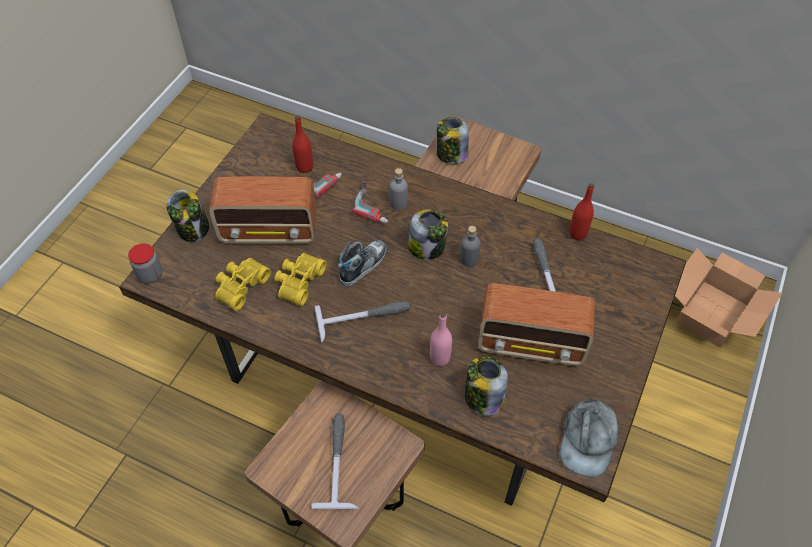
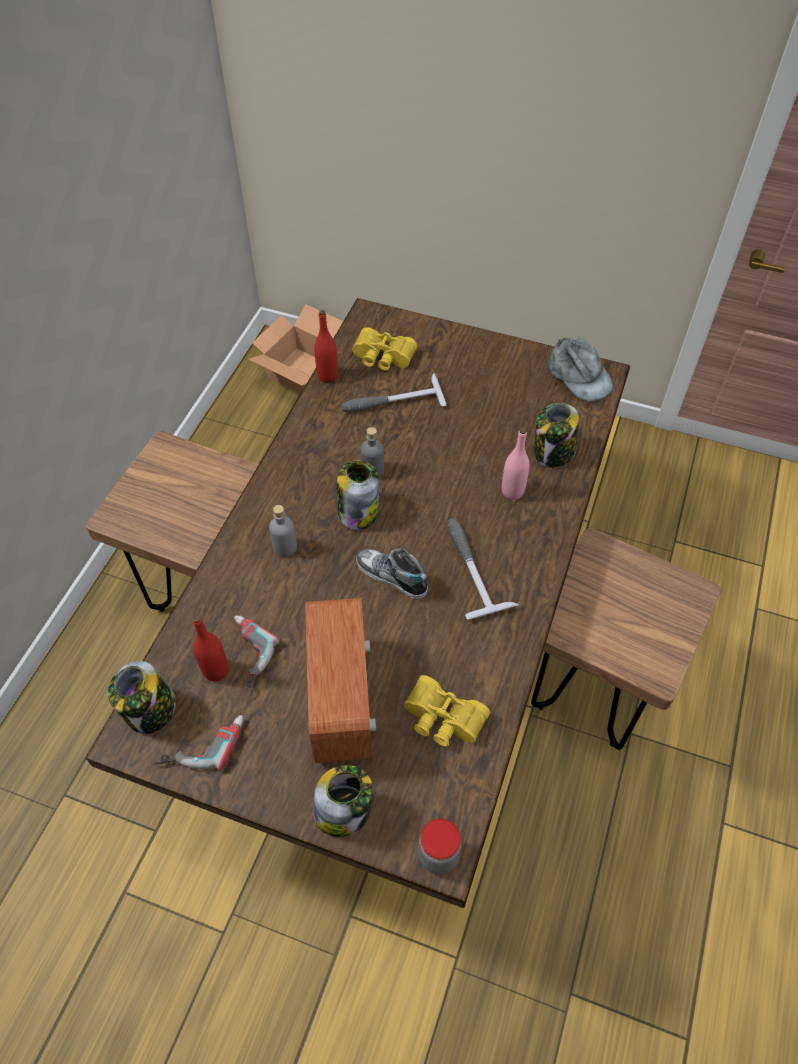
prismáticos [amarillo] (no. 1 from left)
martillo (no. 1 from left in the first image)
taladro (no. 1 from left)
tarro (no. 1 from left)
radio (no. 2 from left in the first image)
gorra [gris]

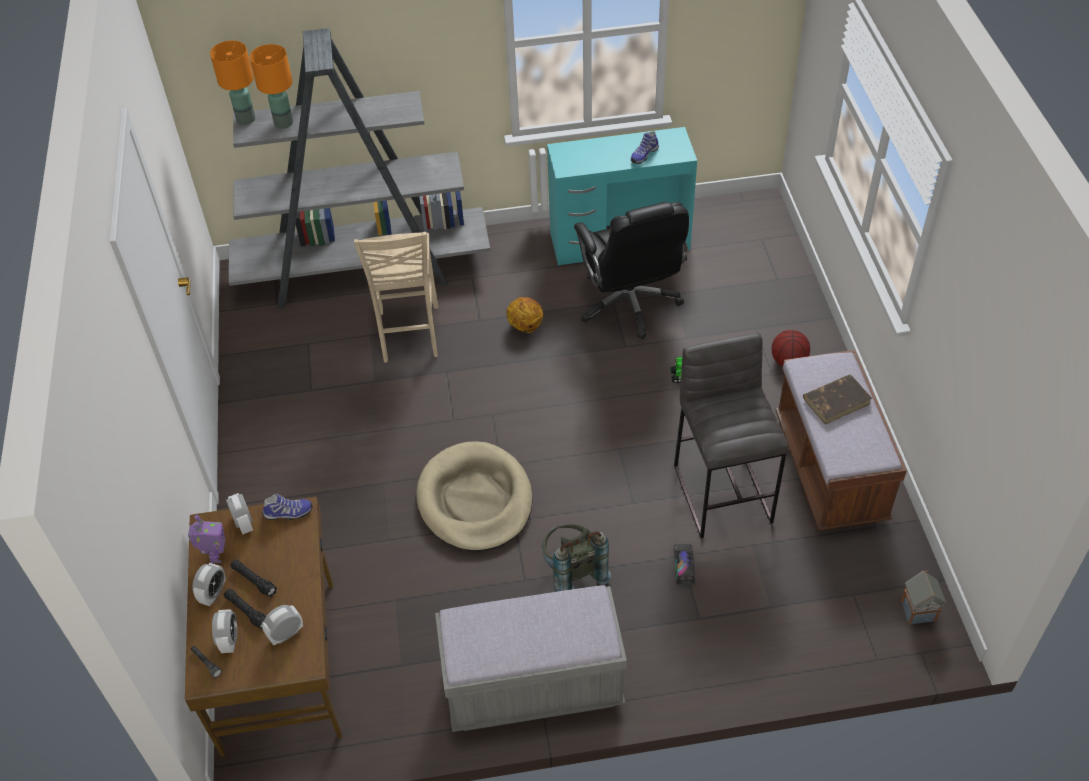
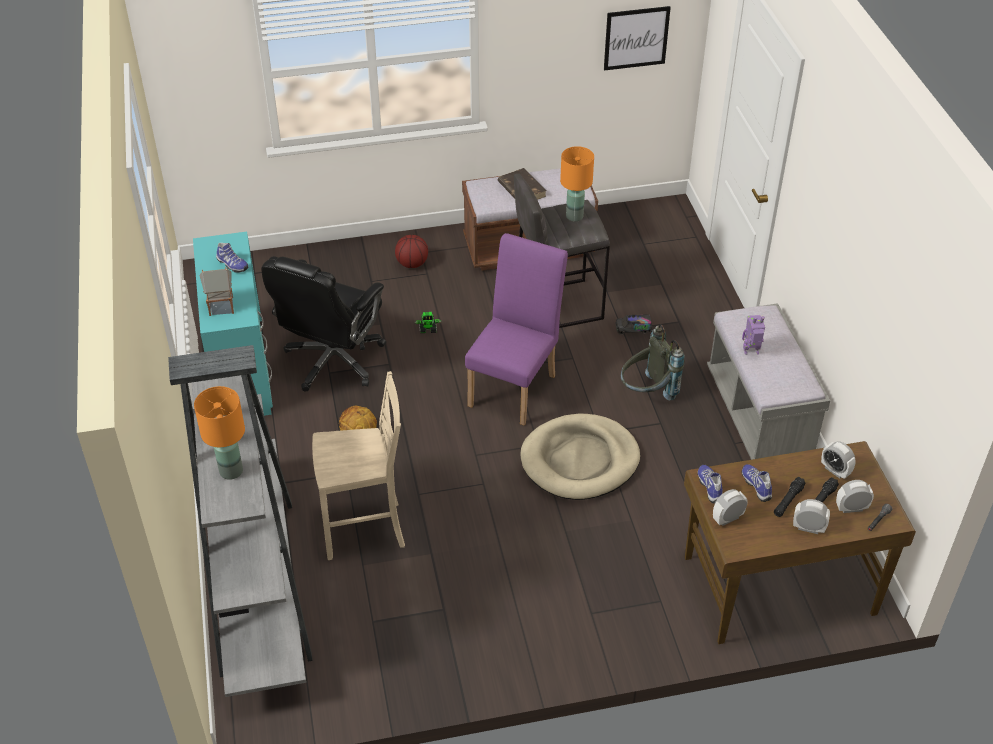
robot de juguete (no. 2 from left)
lámpara de mesa [naranja] (no. 2 from left)
silla de oficina [negro]
casita
silla [morado]
cuadro
zapato (no. 3 from left)

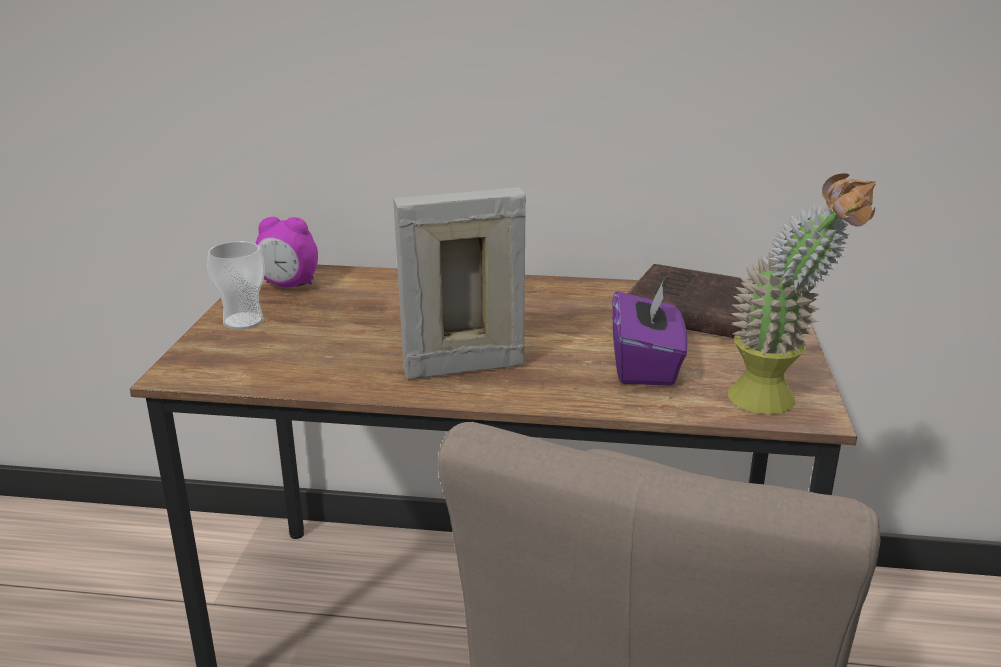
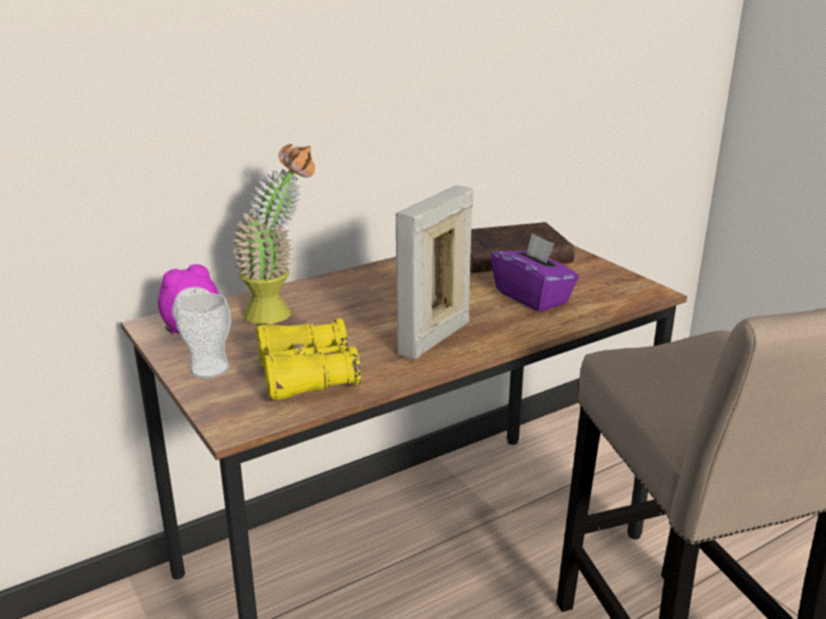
planta en maceta
prismáticos [amarillo]

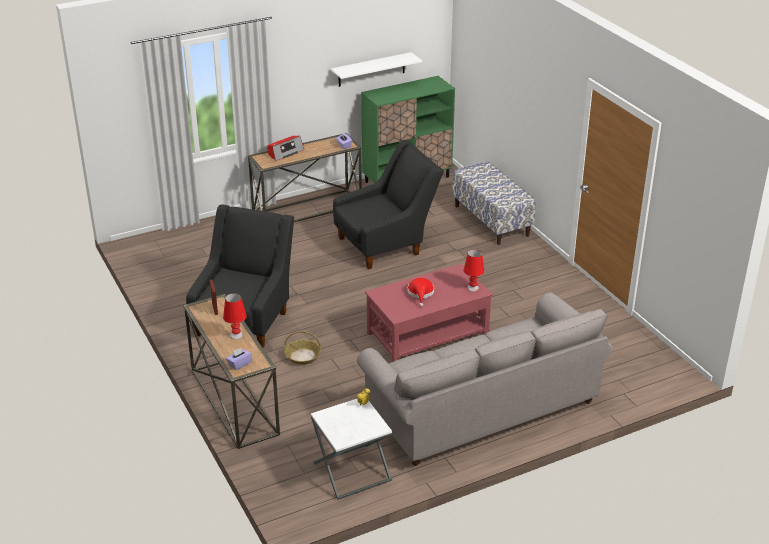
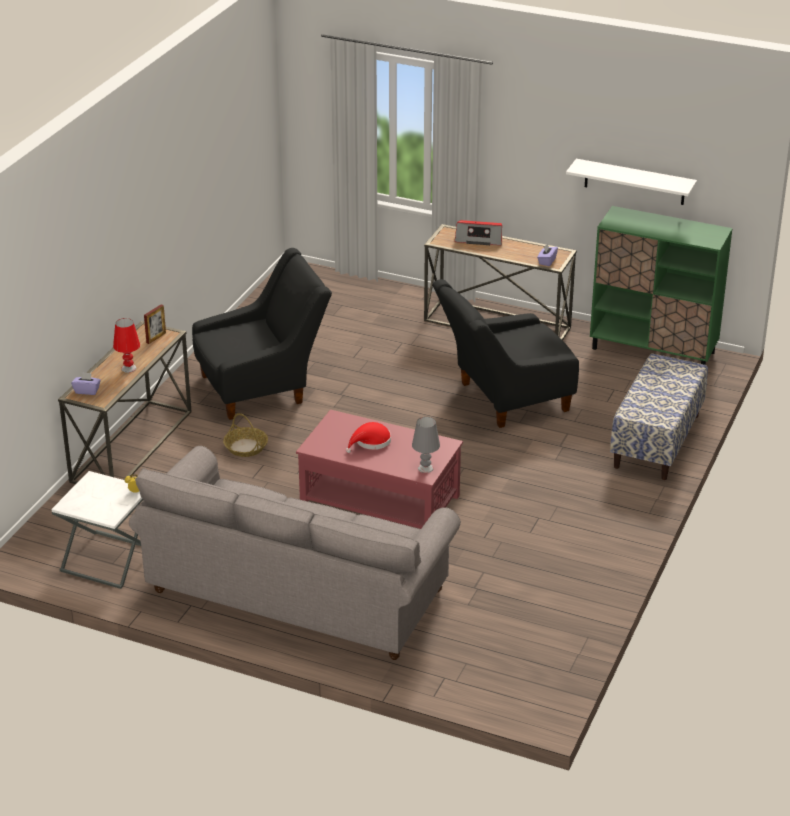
sillón [negro] (no. 2 from left)
lámpara de mesa [gris]

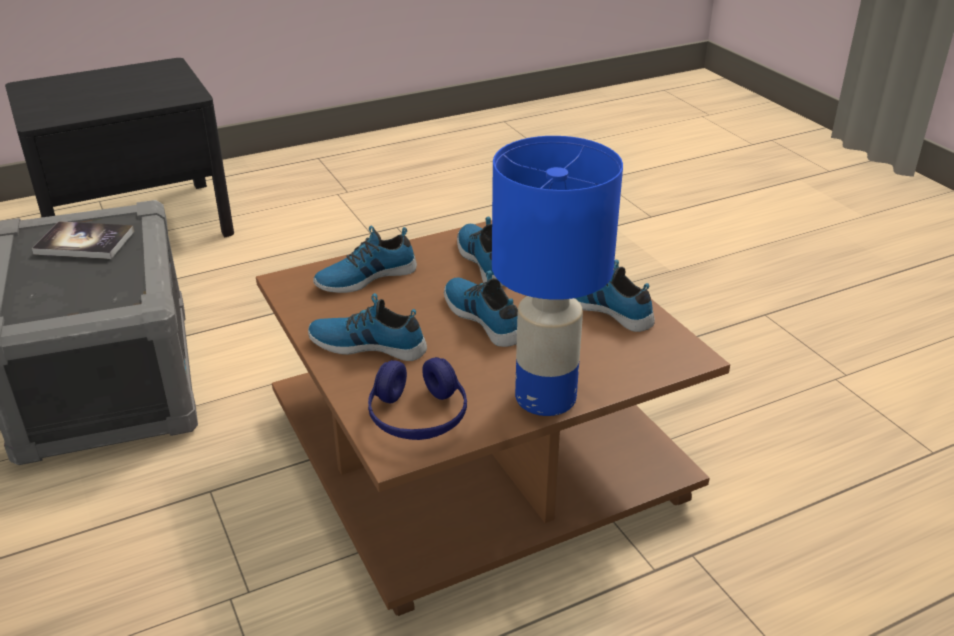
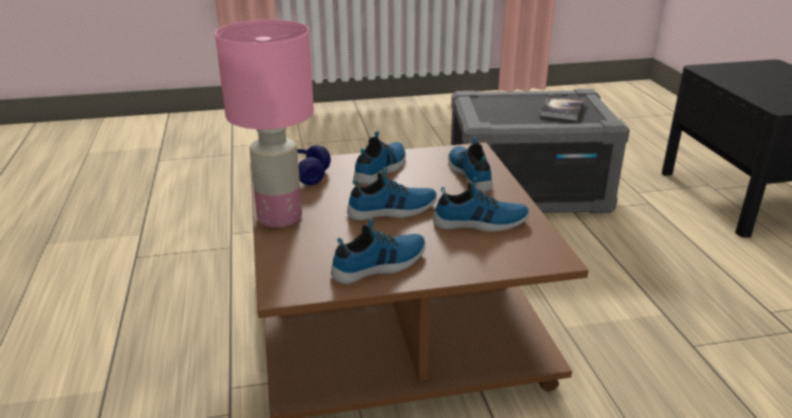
lámpara de mesa [rosa]

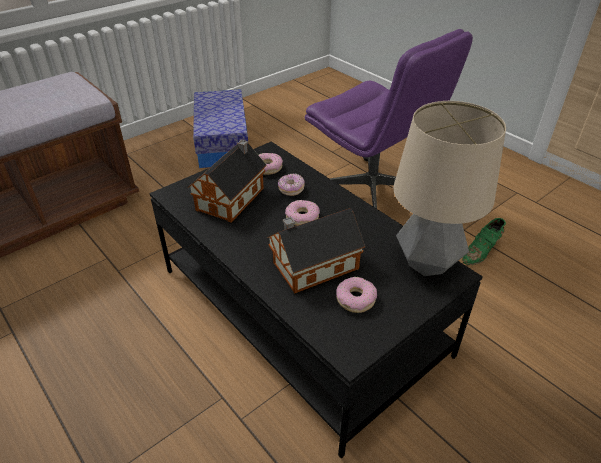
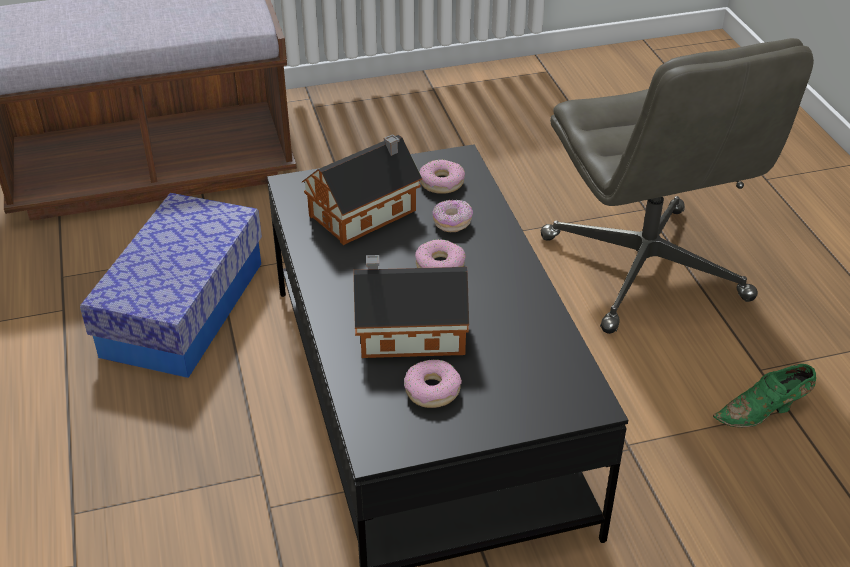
caja de almacenaje
silla de oficina [gris]
lámpara de mesa

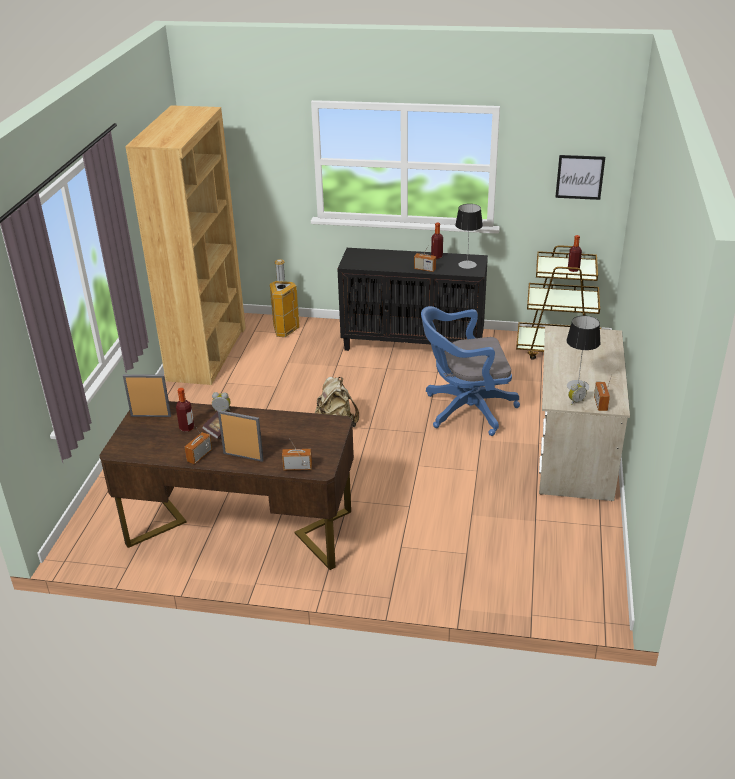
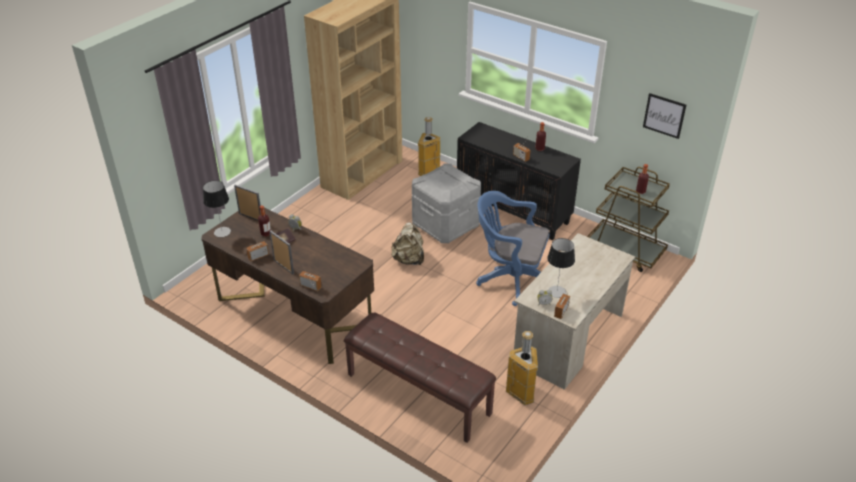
lámpara de mesa (no. 1 from left)
banco [marrón]
caja de almacenaje [gris]
papelera (no. 2 from left)

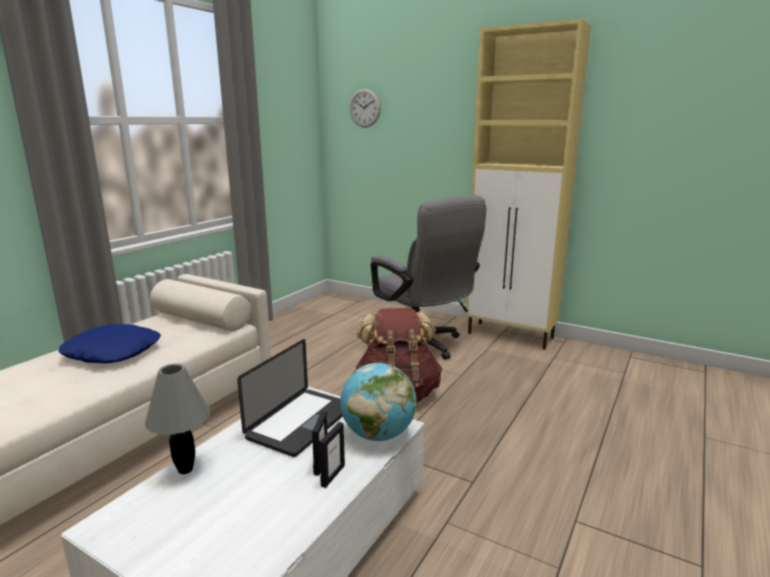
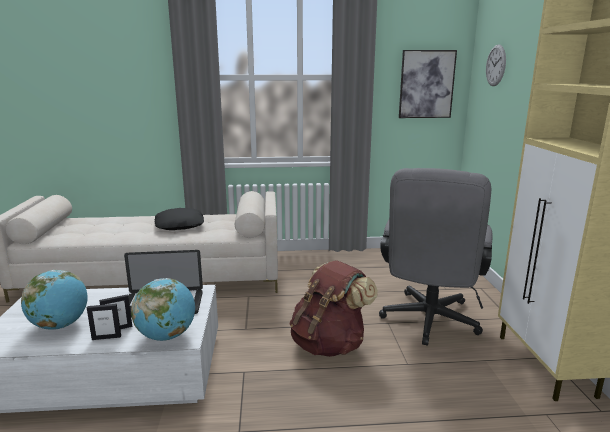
cojín [negro]
lámpara de mesa [gris]
globo terráqueo (no. 1 from left)
cuadro

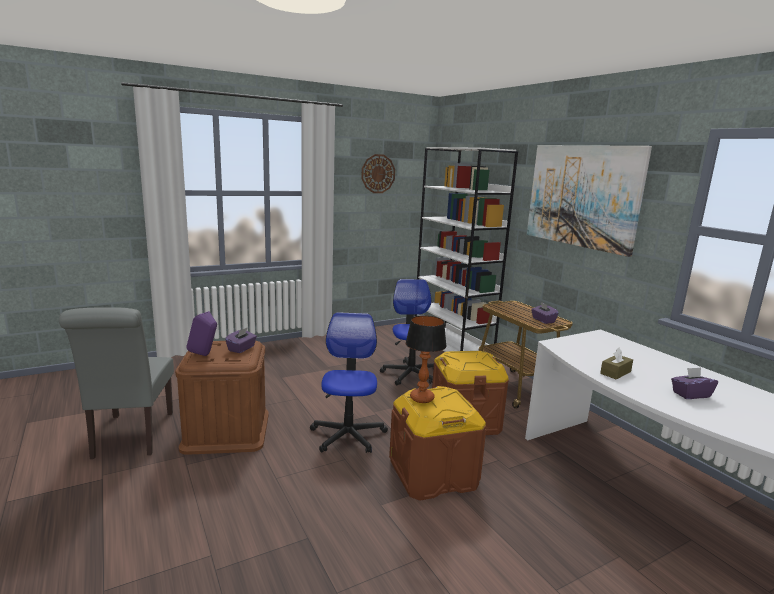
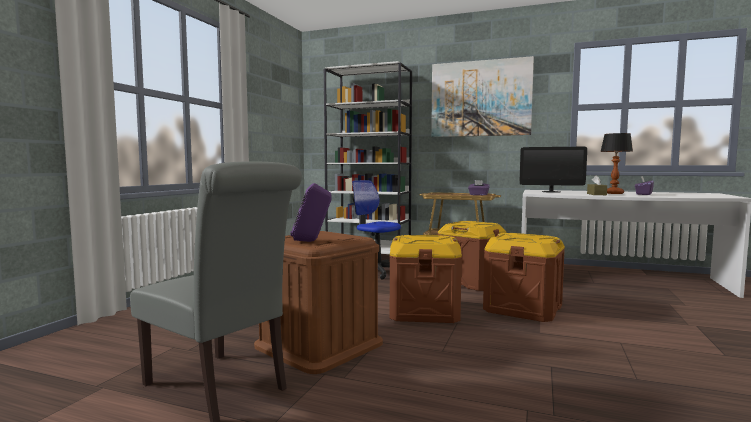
caja de pañuelos [morado] (no. 1 from left in the first image)
caja de almacenaje [marrón] (no. 2 from left)
reloj de pared
lámpara de mesa
monitor

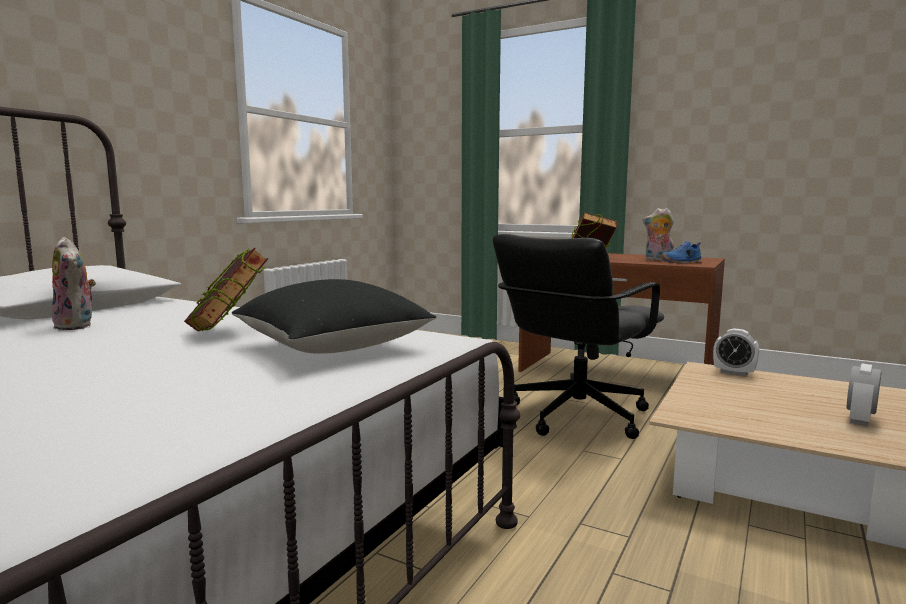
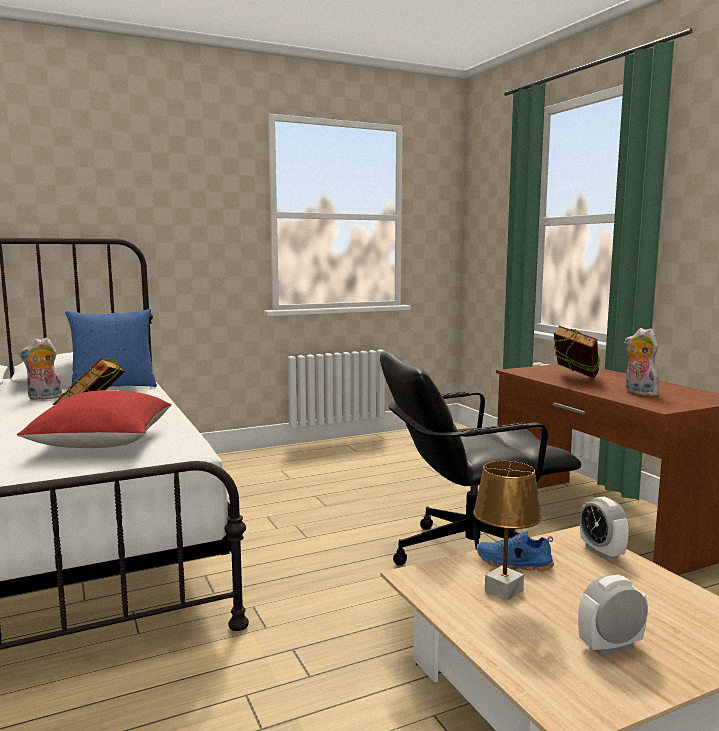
peluche (no. 1 from left)
cojín [rojo]
zapato [azul]
cojín [azul]
lámpara de mesa [marrón]

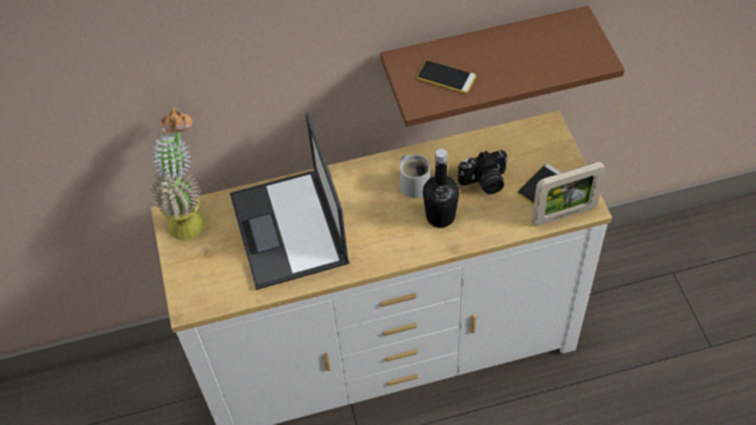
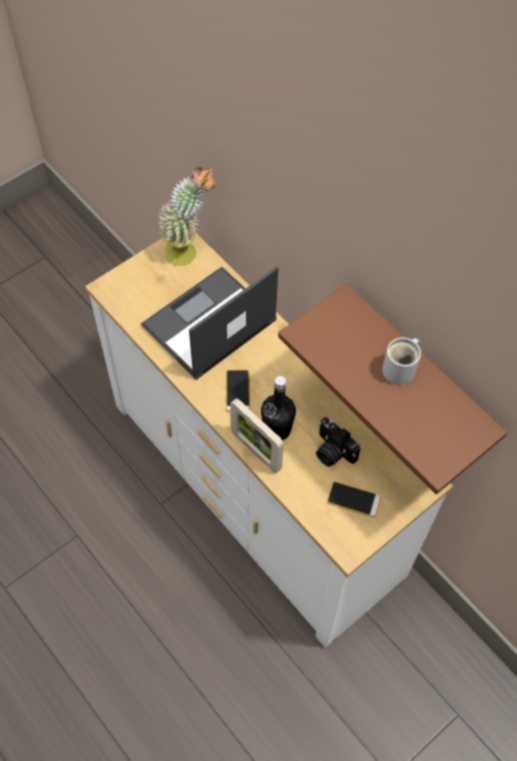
taza grande [blanco]
móvil (no. 1 from left)
portarretratos

